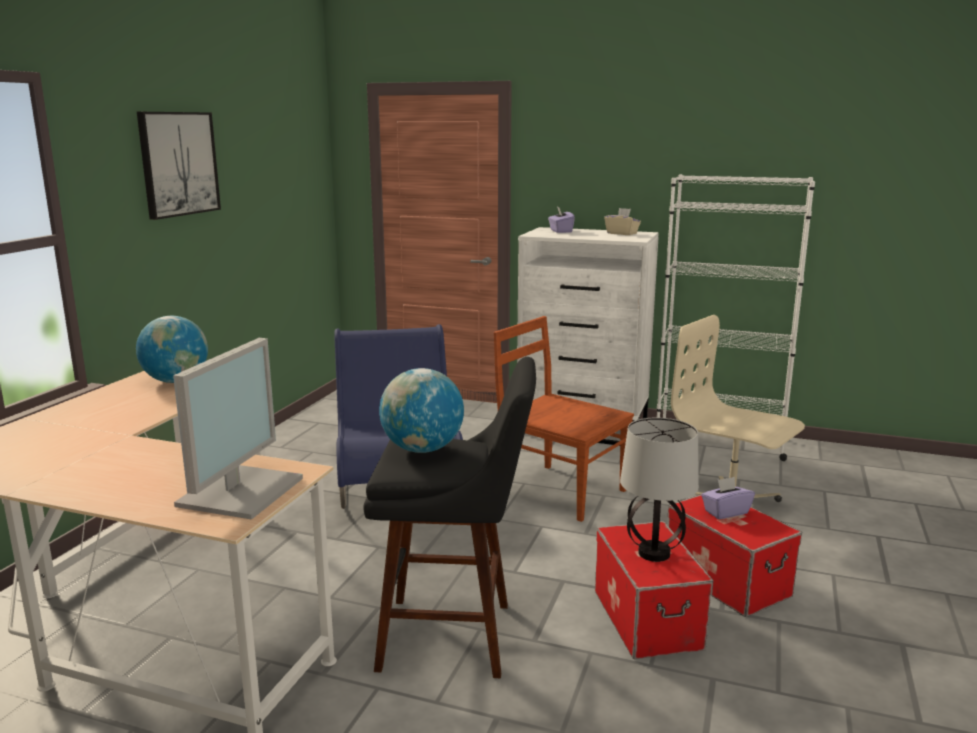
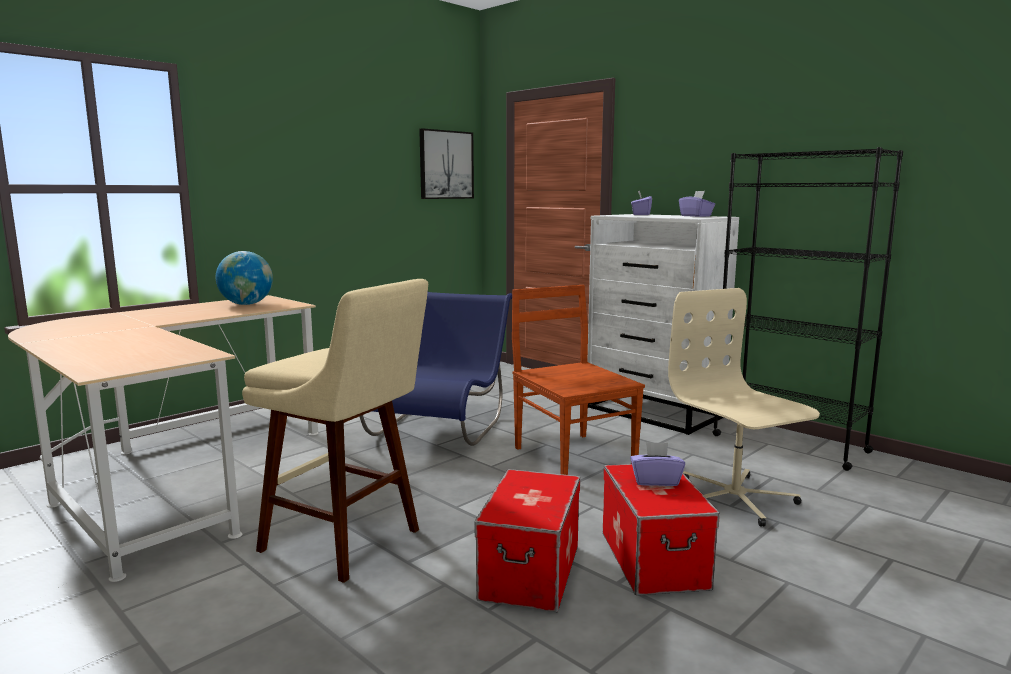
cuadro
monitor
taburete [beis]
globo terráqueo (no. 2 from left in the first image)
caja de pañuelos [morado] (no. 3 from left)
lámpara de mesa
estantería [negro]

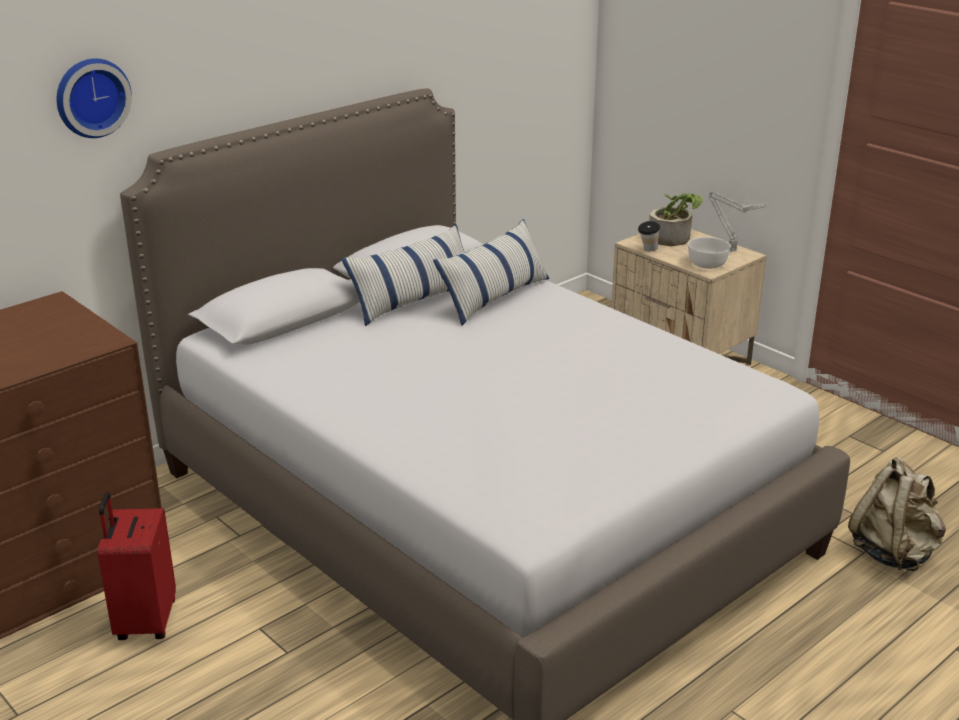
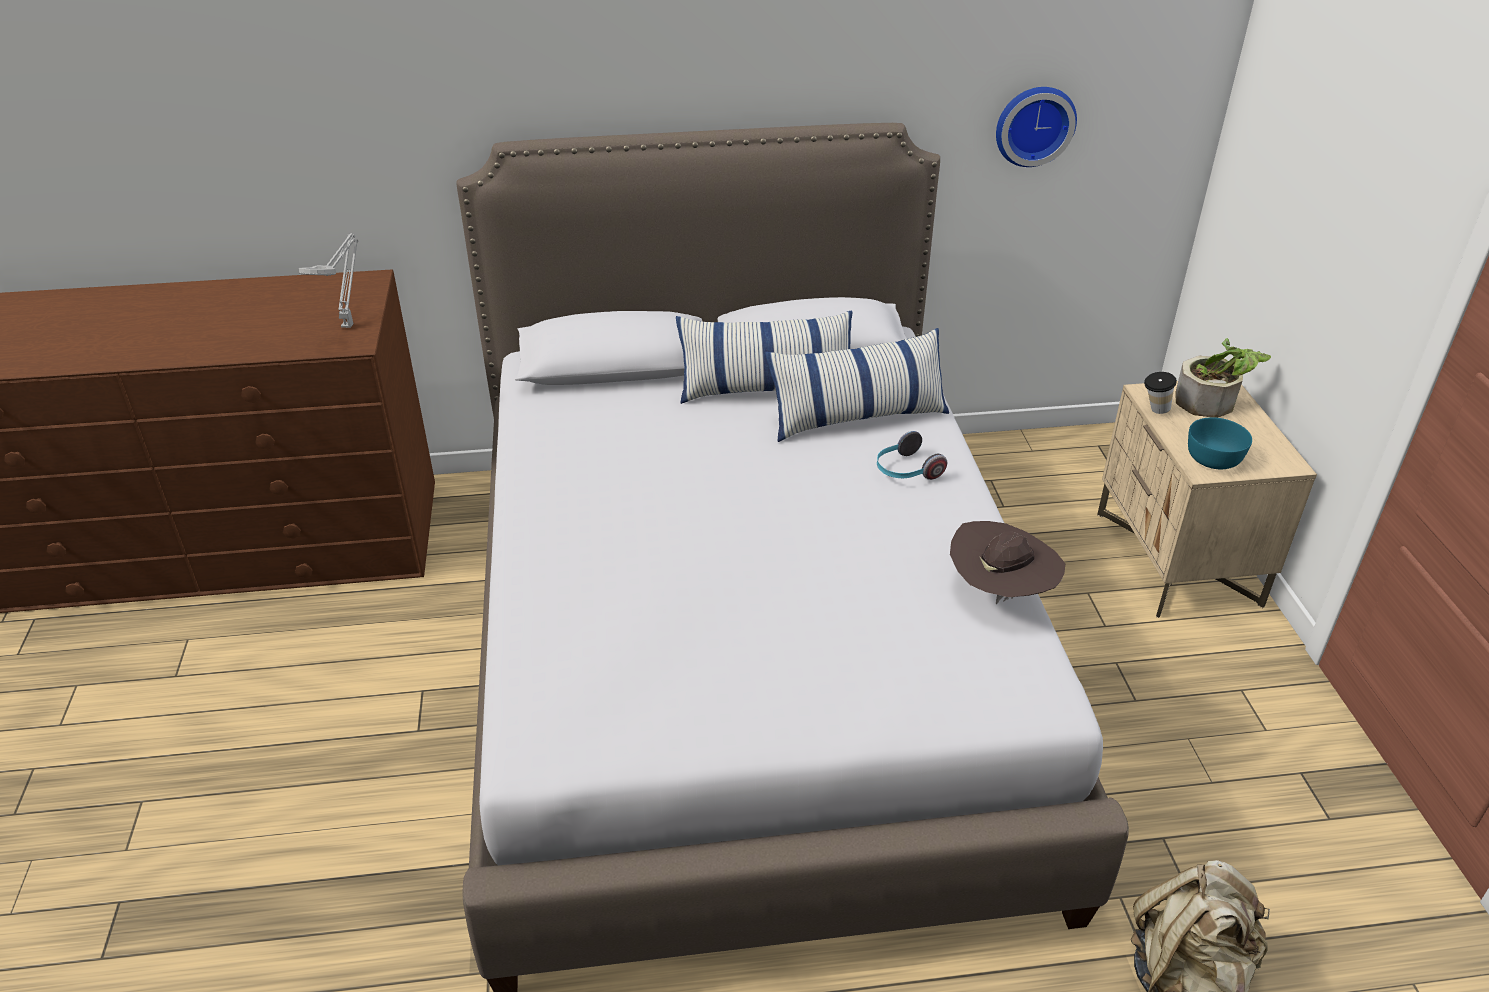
reloj de pared
maleta [rojo]
cuenco [turquesa]
lámpara de mesa [gris]
auriculares
sombrero [marrón]

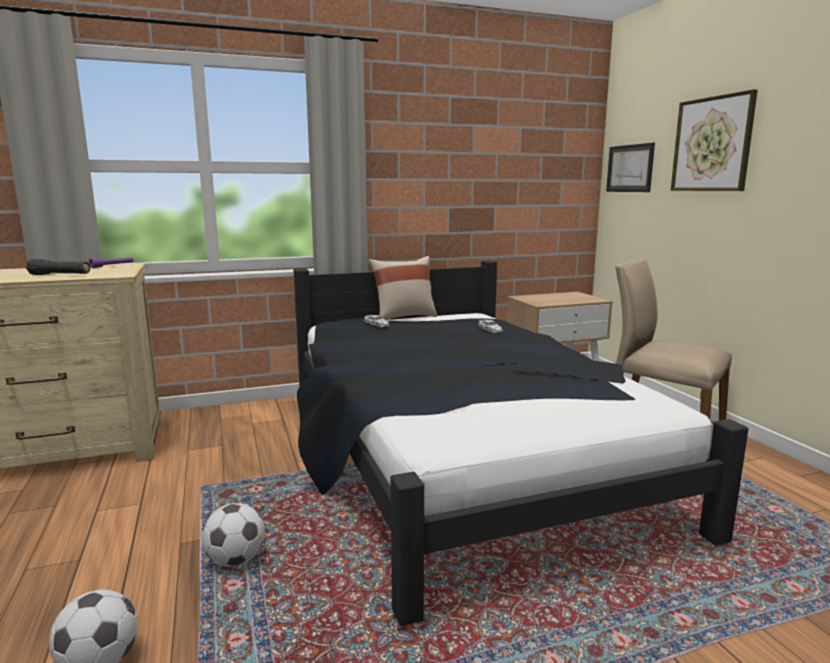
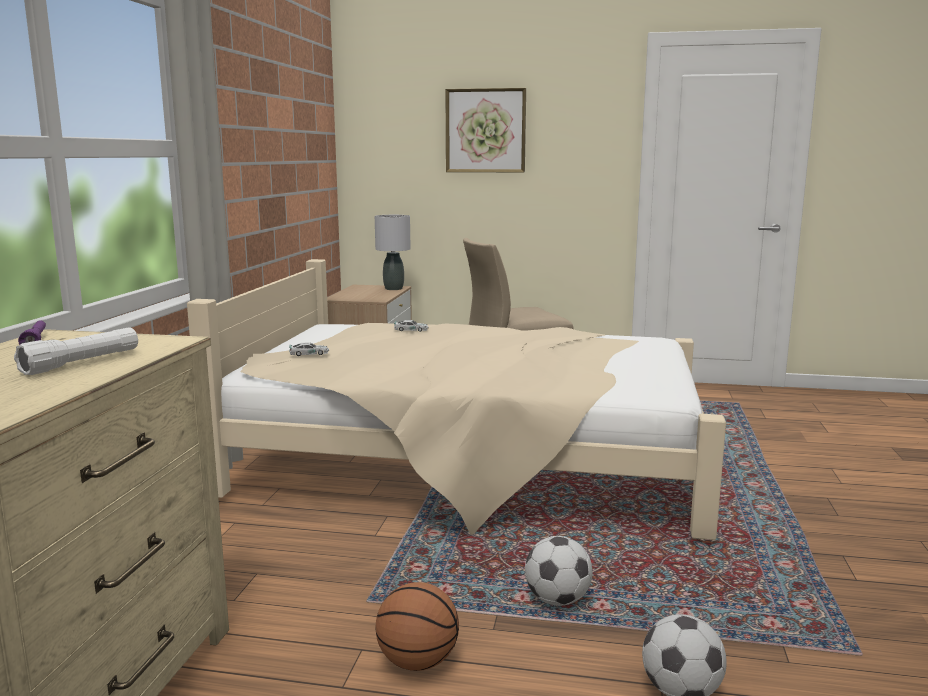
linterna [blanco]
cama [beis]
cojín [beis]
cuadro (no. 1 from left in the first image)
lámpara de mesa [gris]
balón de baloncesto

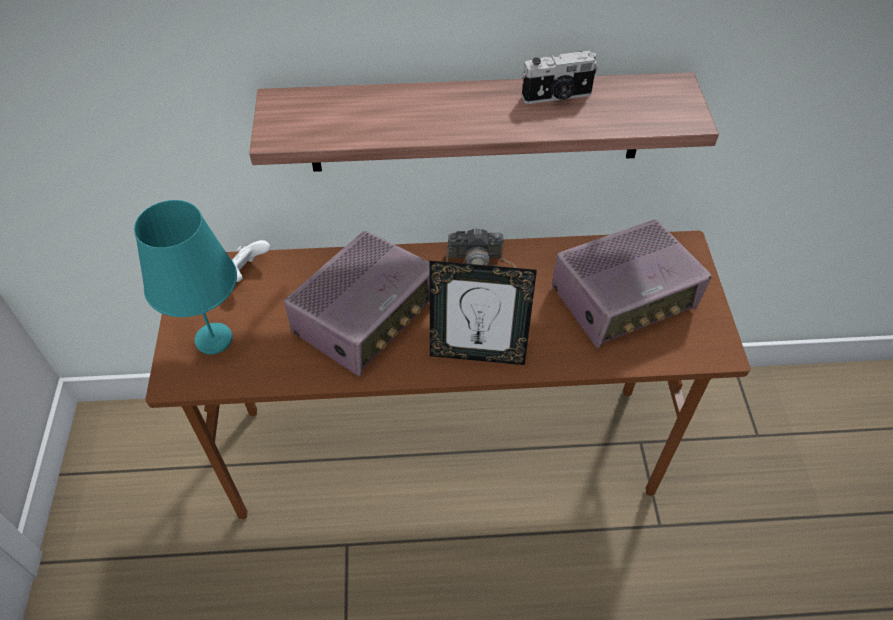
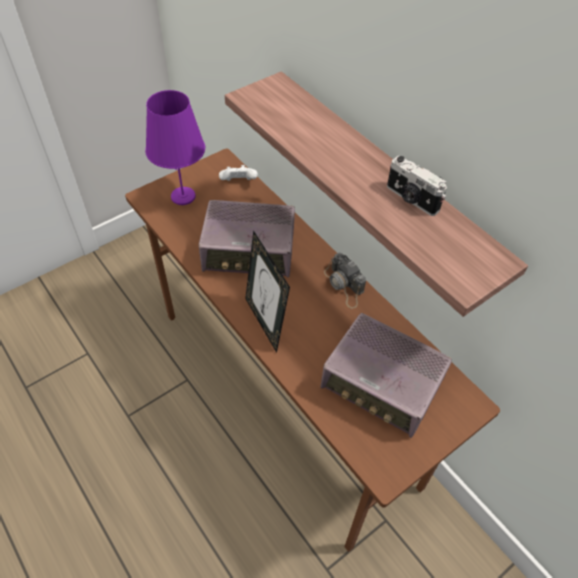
lámpara de mesa [morado]

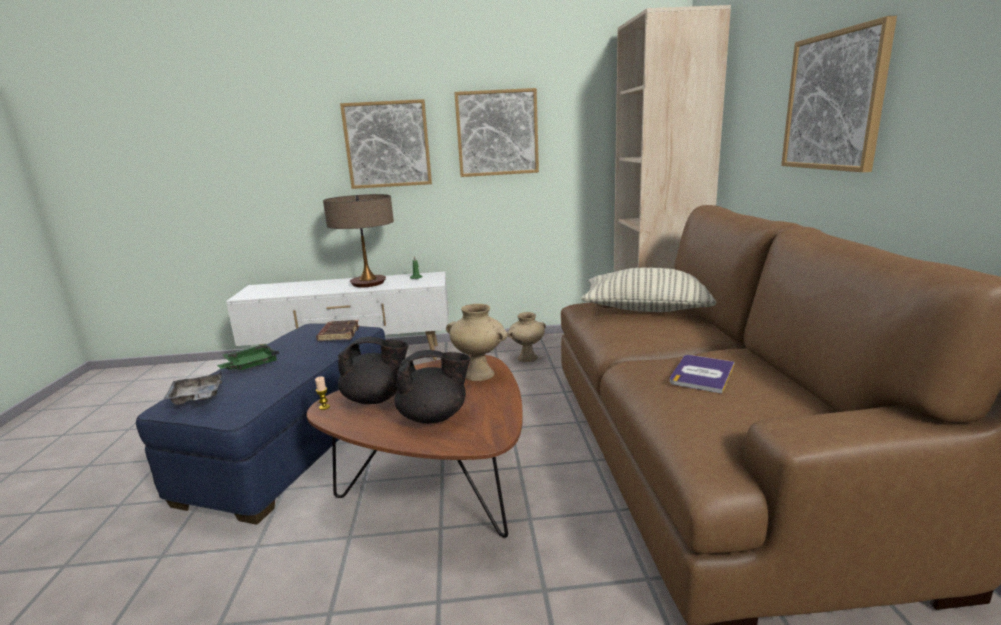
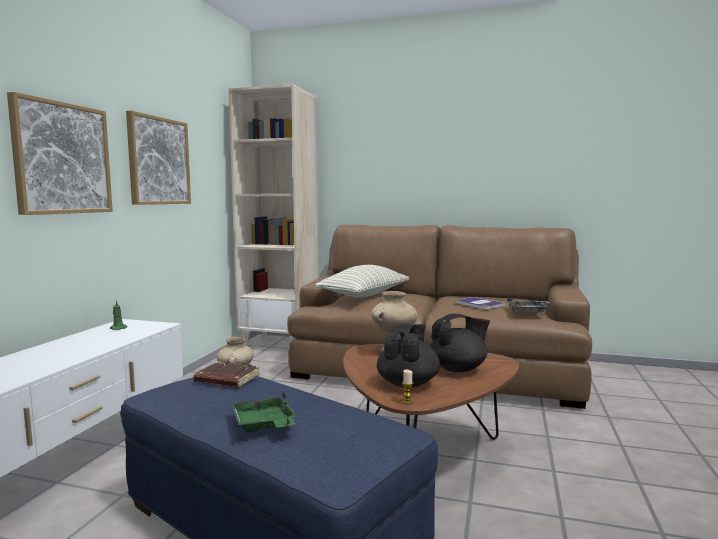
bandeja [gris]
lámpara de mesa
tetera [negro] (no. 2 from left)
cuadro (no. 3 from left in the first image)

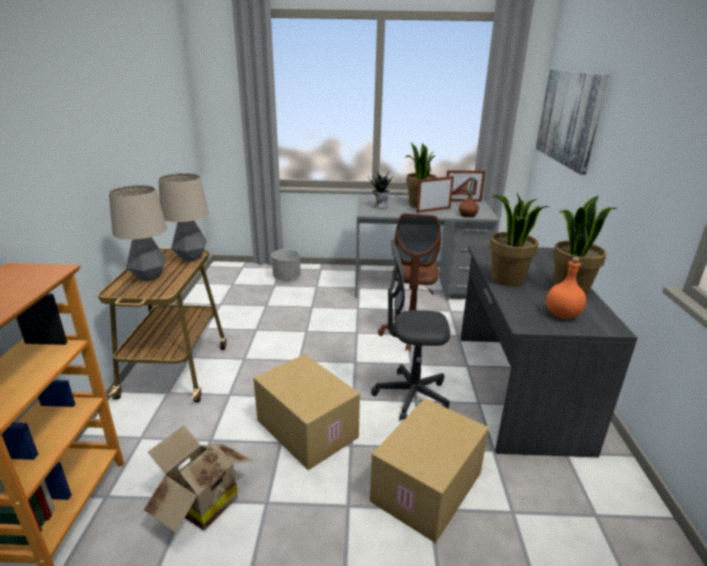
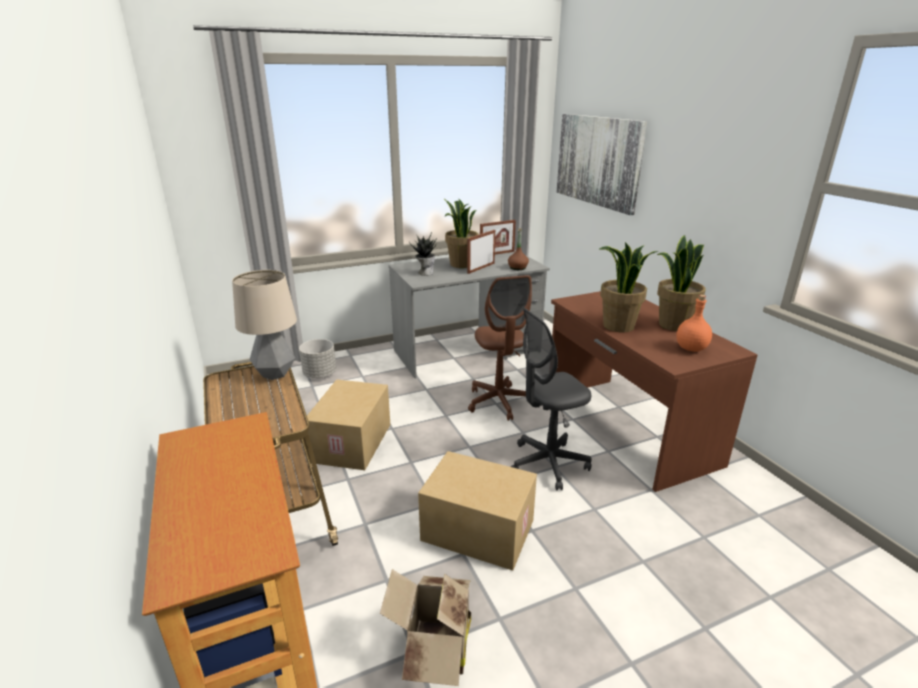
lámpara de mesa (no. 1 from left in the first image)
caja de cartón (no. 1 from left)
escritorio [marrón]

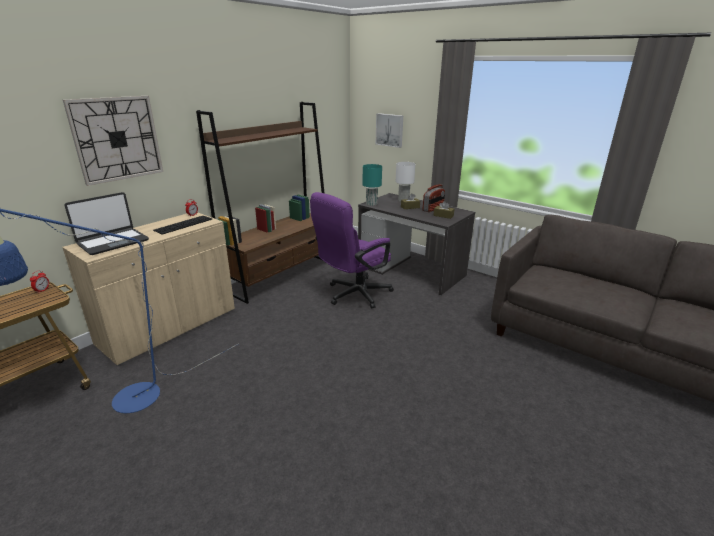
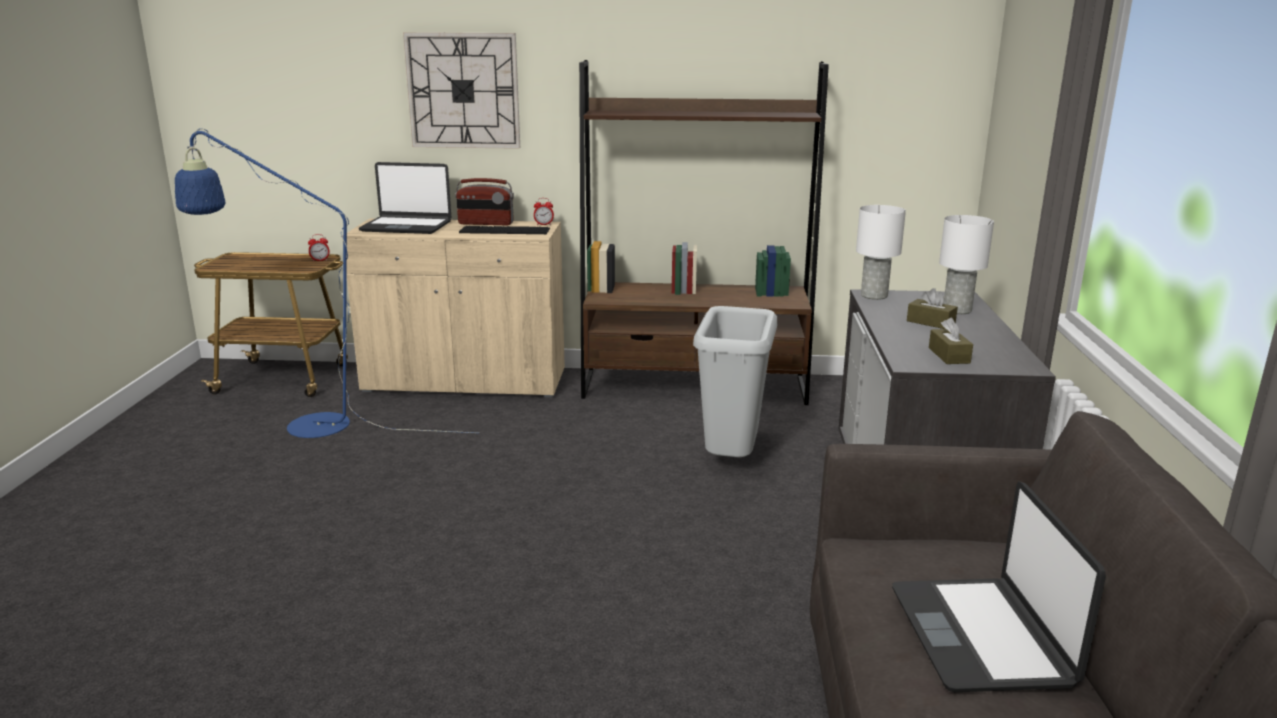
papelera [gris]
lámpara de mesa [blanco] (no. 1 from left)
cuadro
radio
portátil (no. 2 from left)

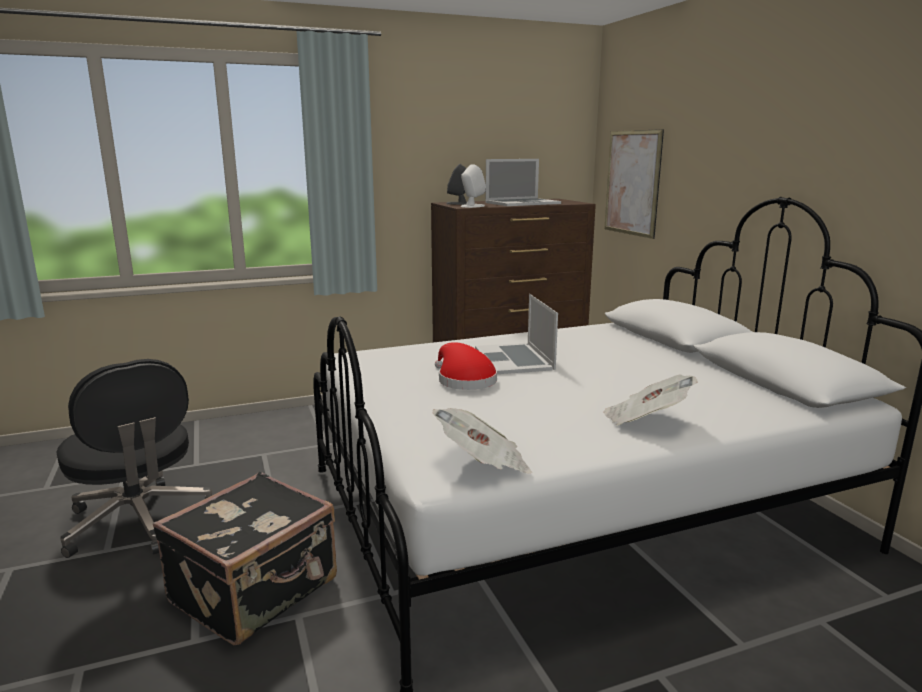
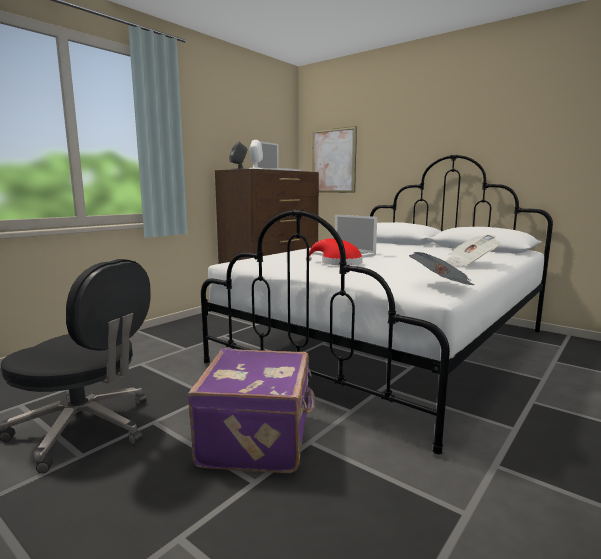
maleta [morado]

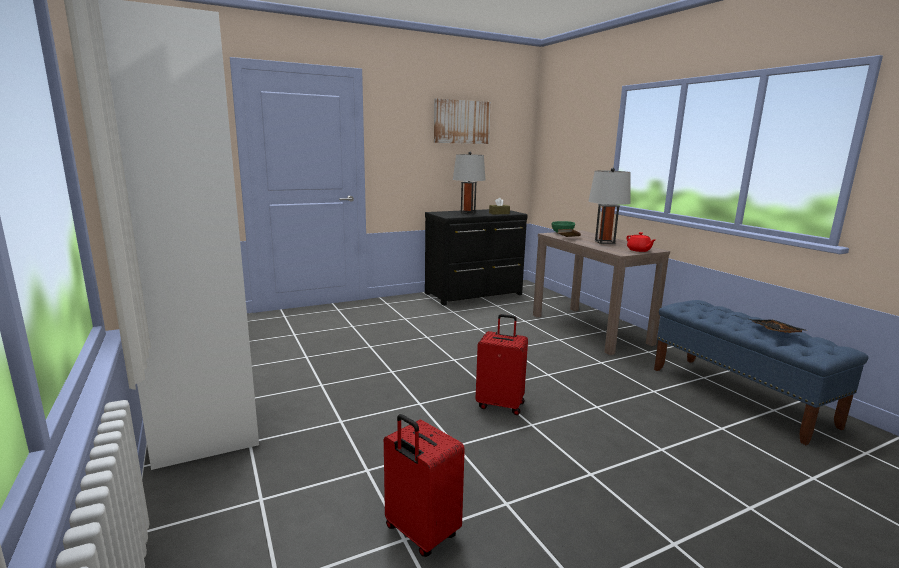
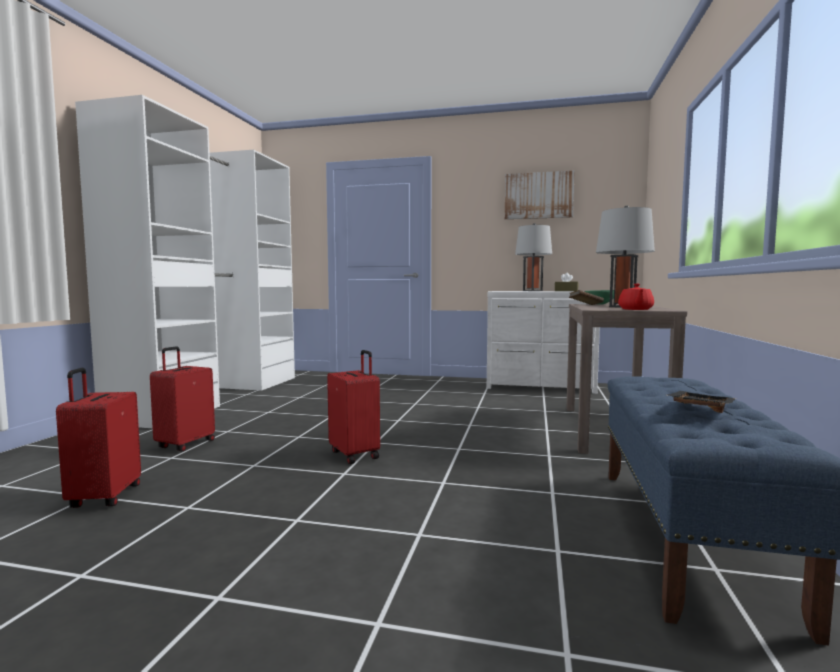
cómoda [blanco]
maleta [rojo] (no. 2 from left)

